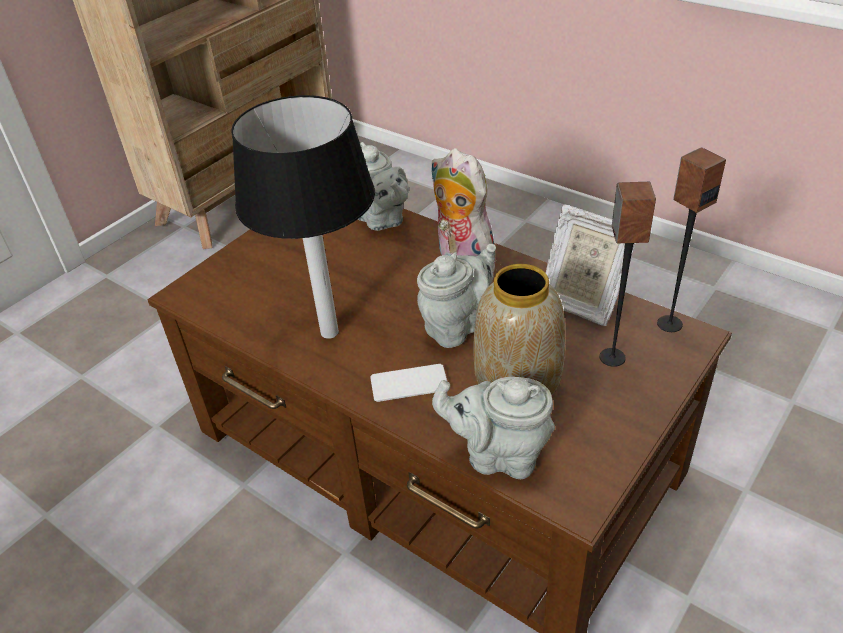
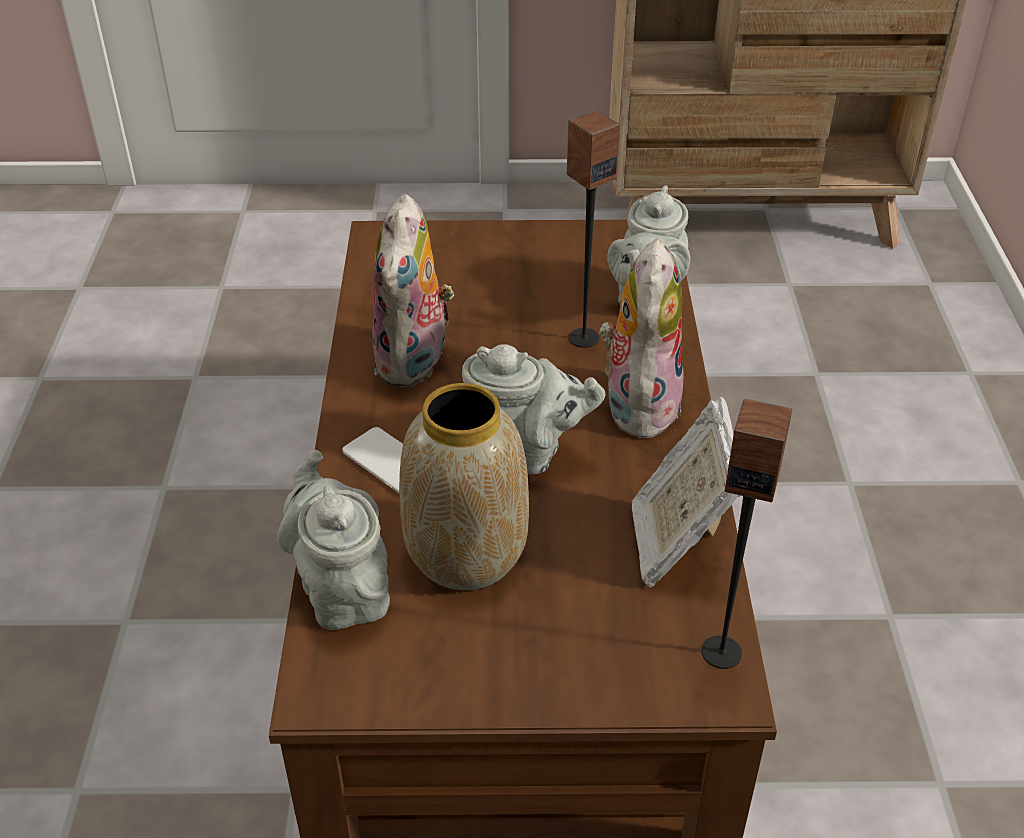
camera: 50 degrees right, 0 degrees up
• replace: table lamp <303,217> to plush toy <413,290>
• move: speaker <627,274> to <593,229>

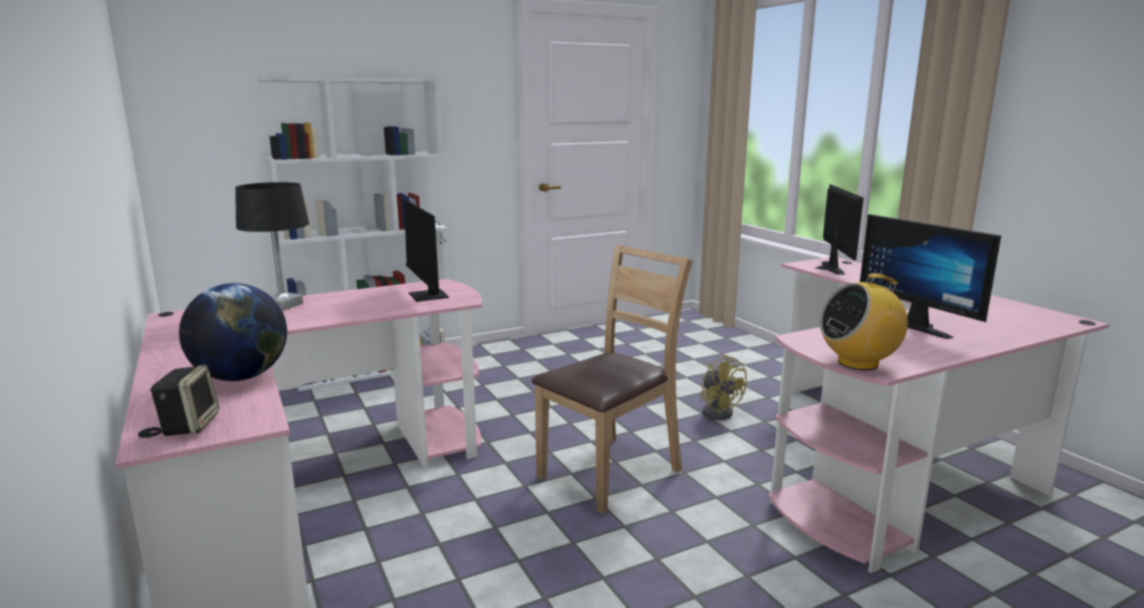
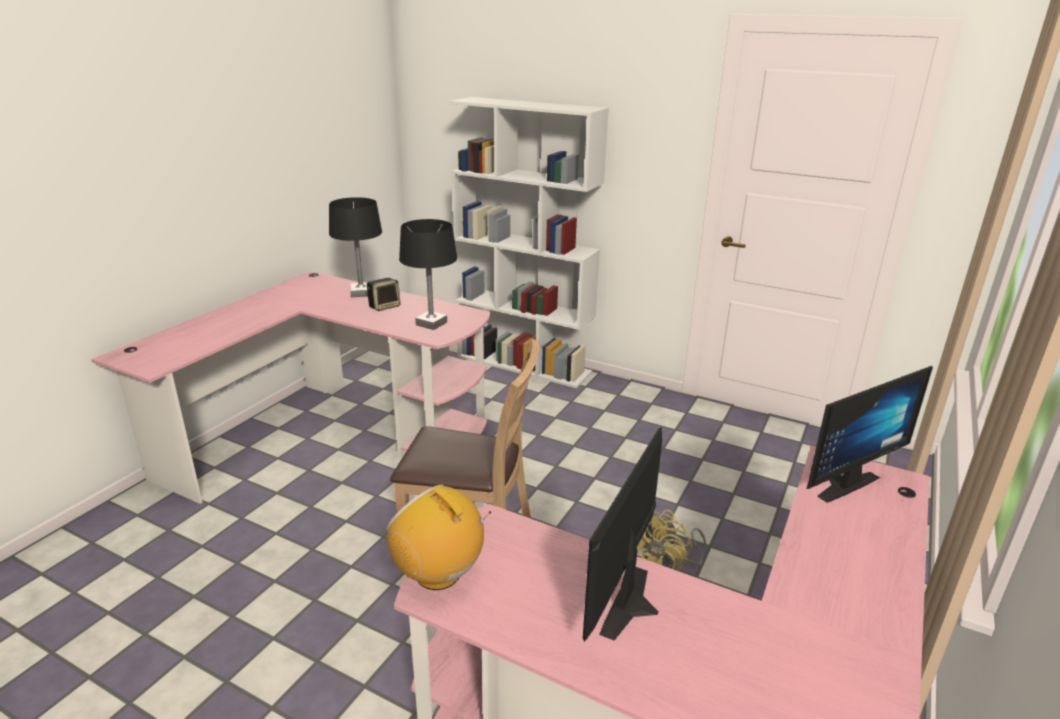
camera: 55 degrees right, 10 degrees up
• move: speaker <184,400> to <383,294>
• delete: globe <233,332>
• replace: monitor <426,250> to black table lamp <428,274>

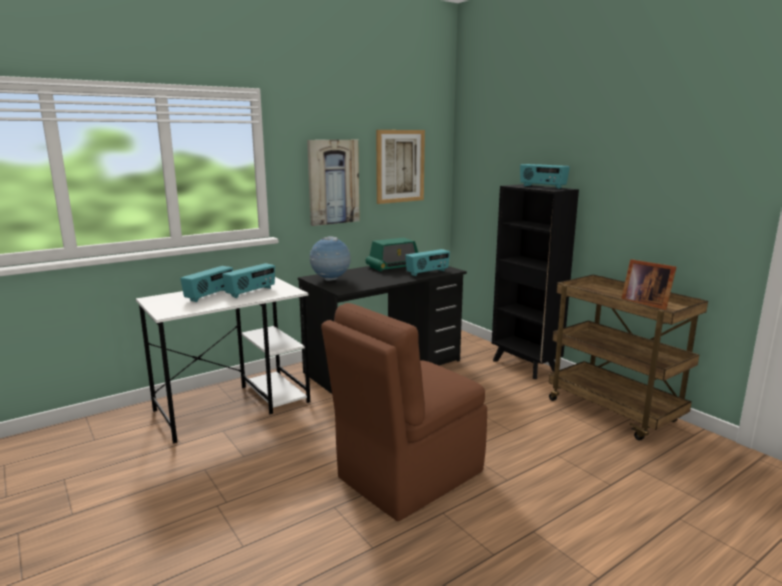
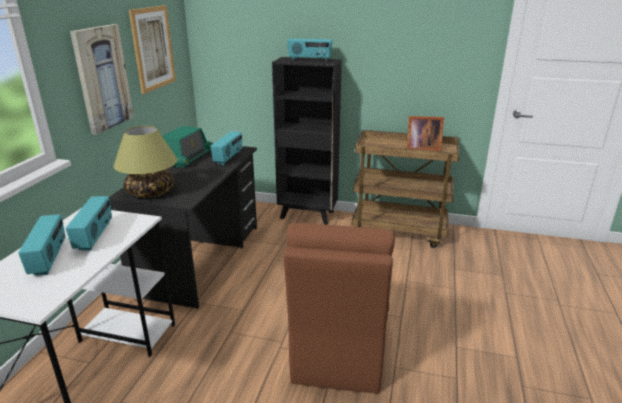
camera: 40 degrees left, 10 degrees up
• replace: globe <330,258> to table lamp <145,162>

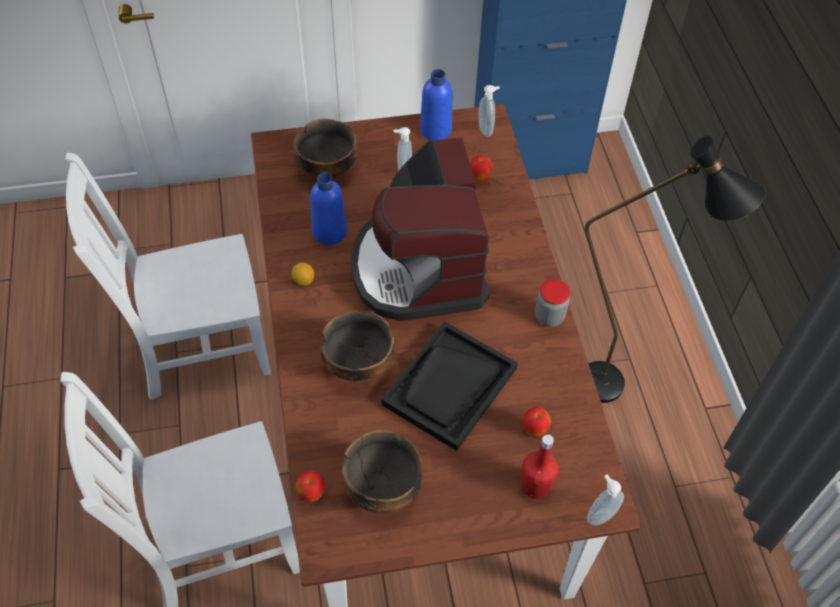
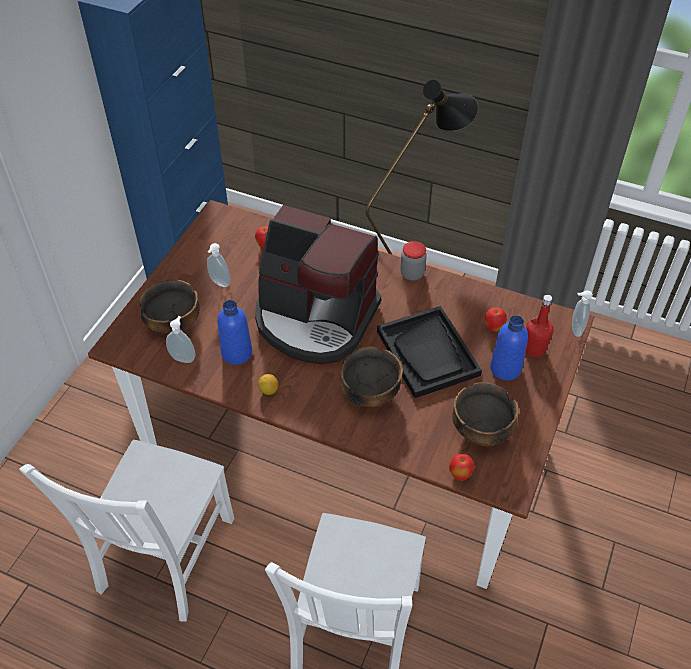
camera: 55 degrees left, 5 degrees down
• move: blue bottle <436,105> to <509,347>
• move: soap dispenser <489,111> to <181,339>

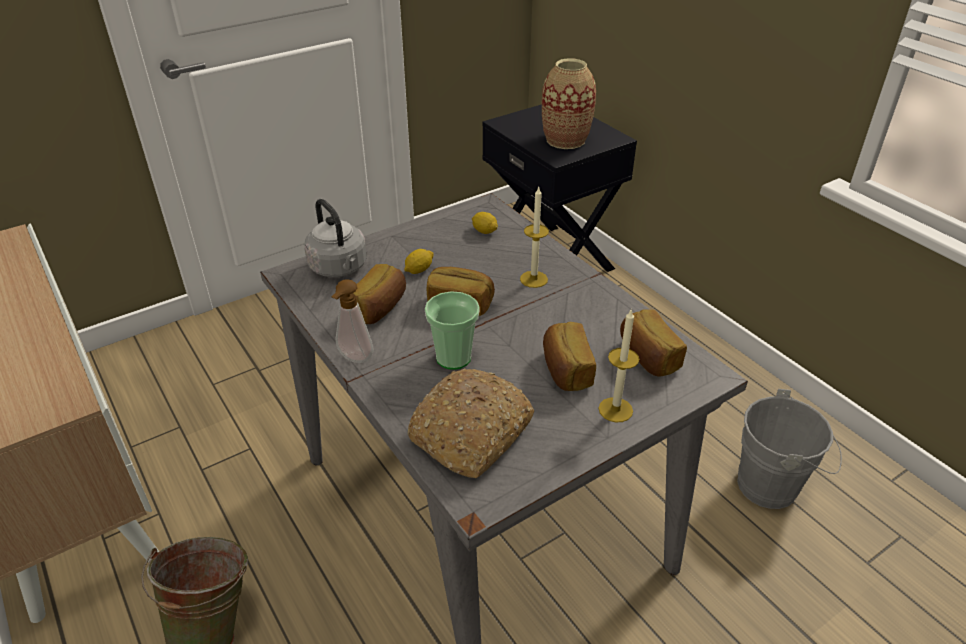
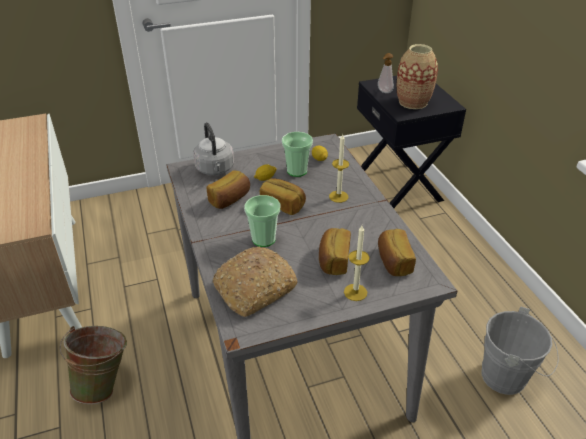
camera: 15 degrees right, 0 degrees up
• move: soap dispenser <352,321> to <386,73>
• insert: cup <297,154>

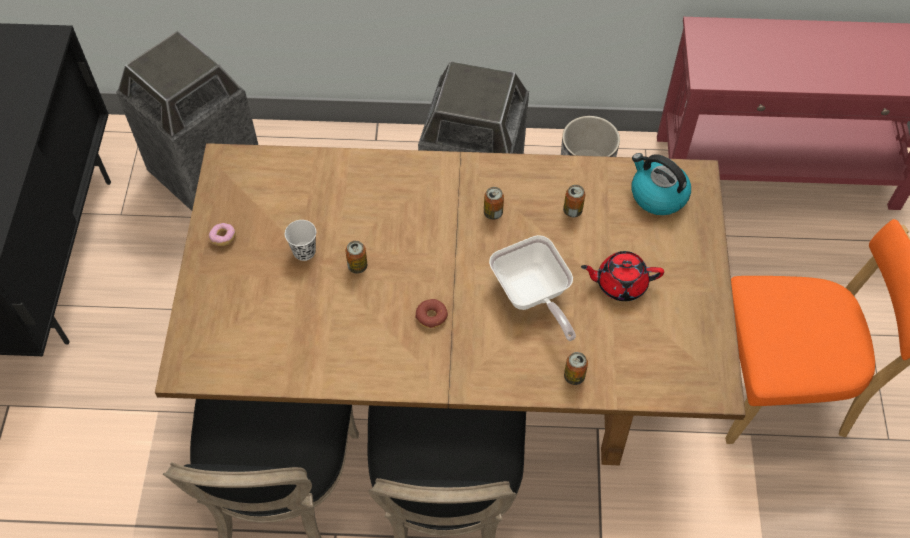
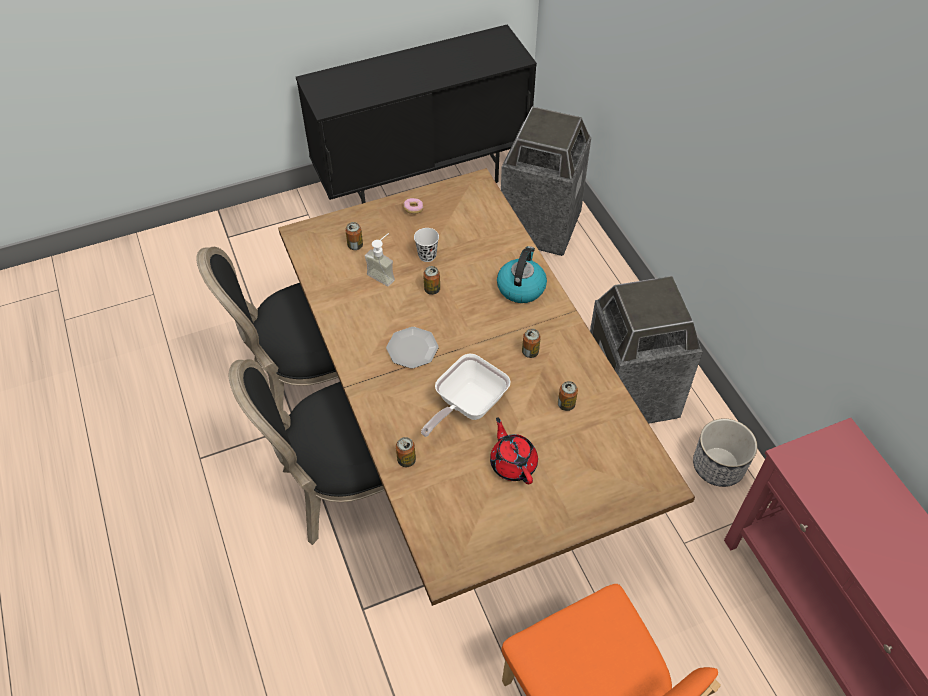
camera: 65 degrees right, 5 degrees down
• replace: donut <431,313> to plate <412,348>
• move: kettle <661,184> to <522,274>
• insert: can <354,236>
• insert: soap dispenser <380,259>

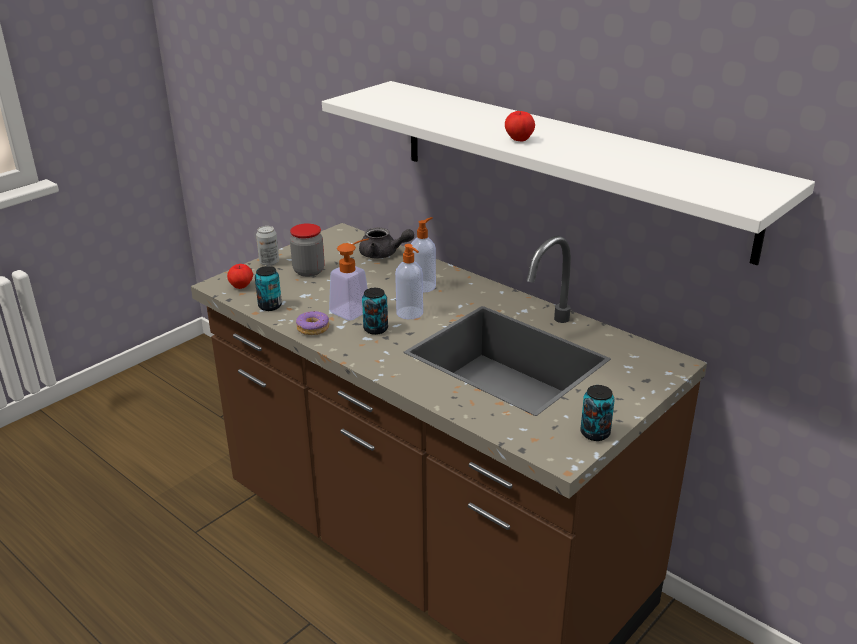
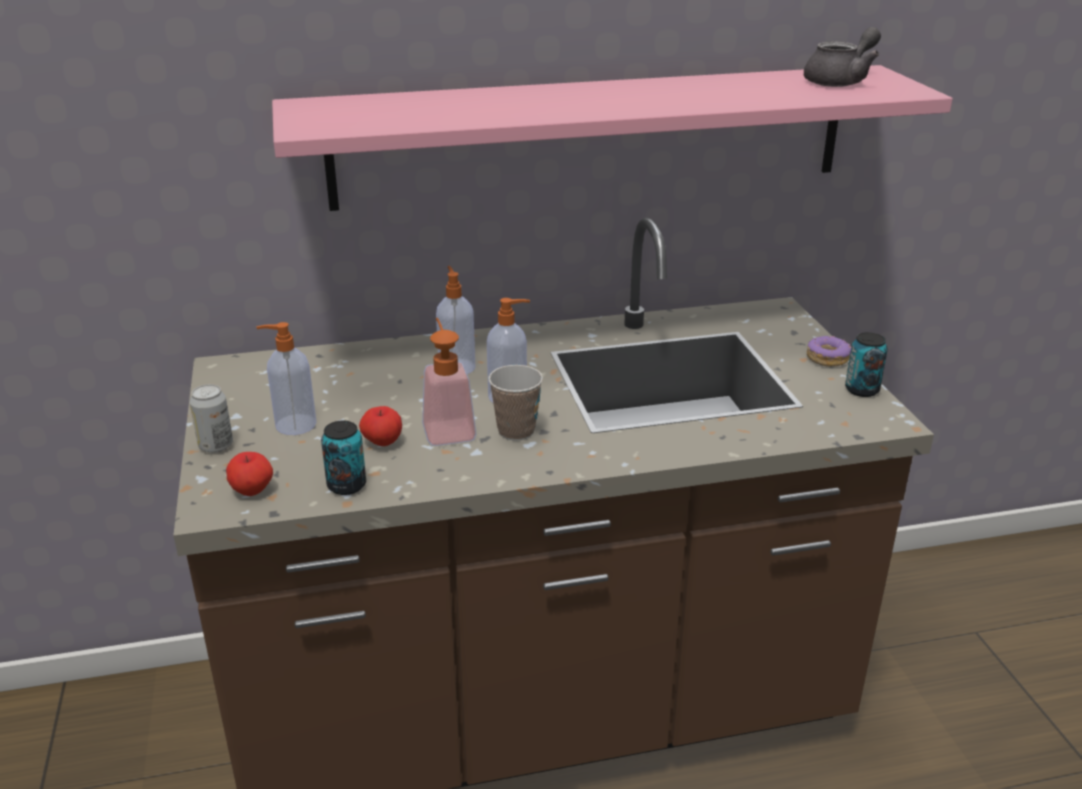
camera: 55 degrees left, 0 degrees up
• replace: jar <307,250> to soap dispenser <286,378>
• move: donut <312,323> to <829,351>
• recolor: white shelf <568,173> to pink shelf <612,138>
• move: grey teapot <386,243> to <842,57>
• replace: can <375,311> to cup <515,402>
• move: apple <520,126> to <380,426>

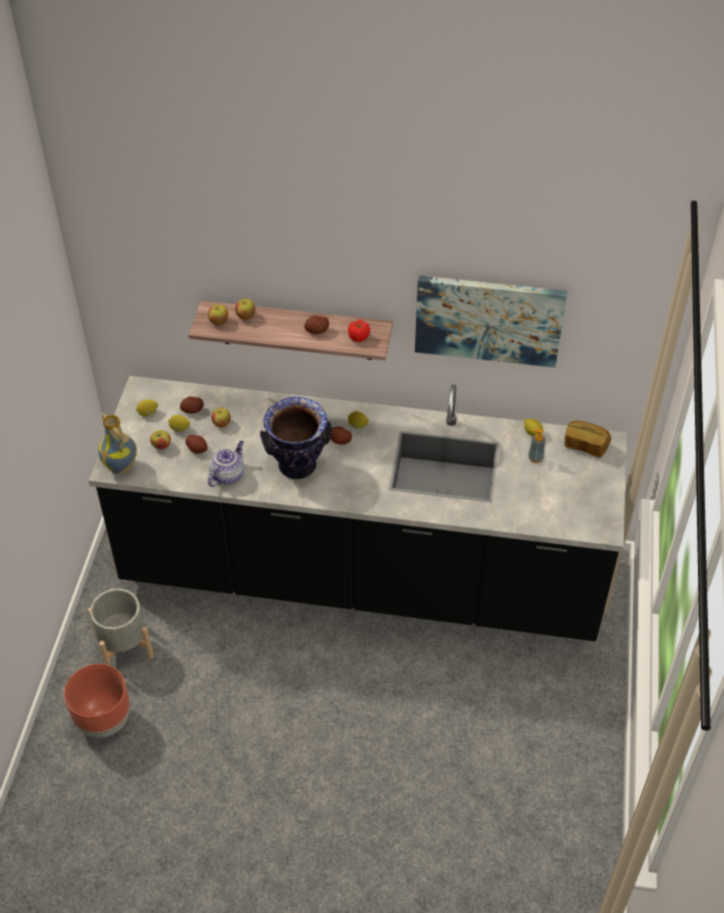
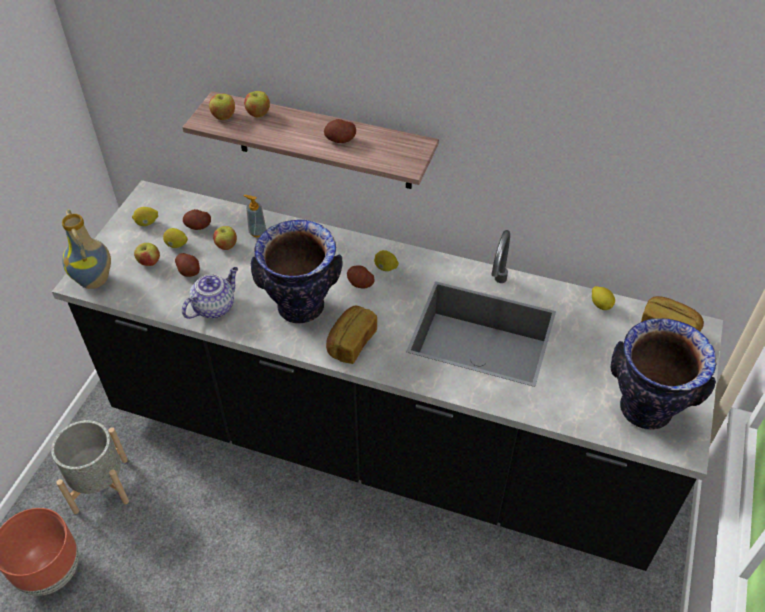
camera: 10 degrees right, 0 degrees up
• delete: tomato <359,331>
• delete: picture <491,321>
• move: soap dispenser <536,446> to <255,216>
• insert: bread <351,335>
• insert: vase <664,374>

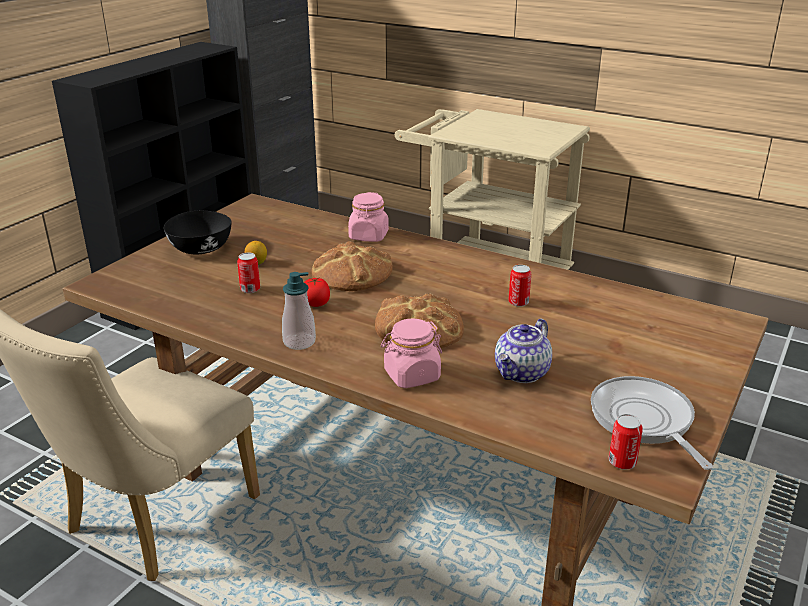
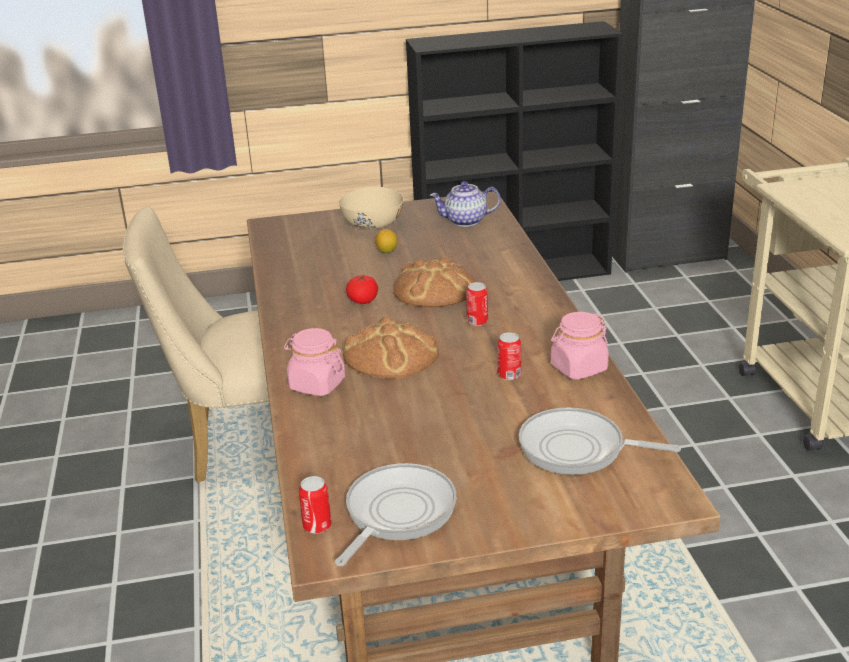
camera: 50 degrees right, 0 degrees up
• recolor: black bowl <198,232> to beige bowl <371,208>
• move: can <248,272> to <477,304>
• delete: soap dispenser <299,311>
• move: pink jar <368,217> to <580,346>
• move: teapot <523,351> to <465,204>
• insert: frying pan <600,441>

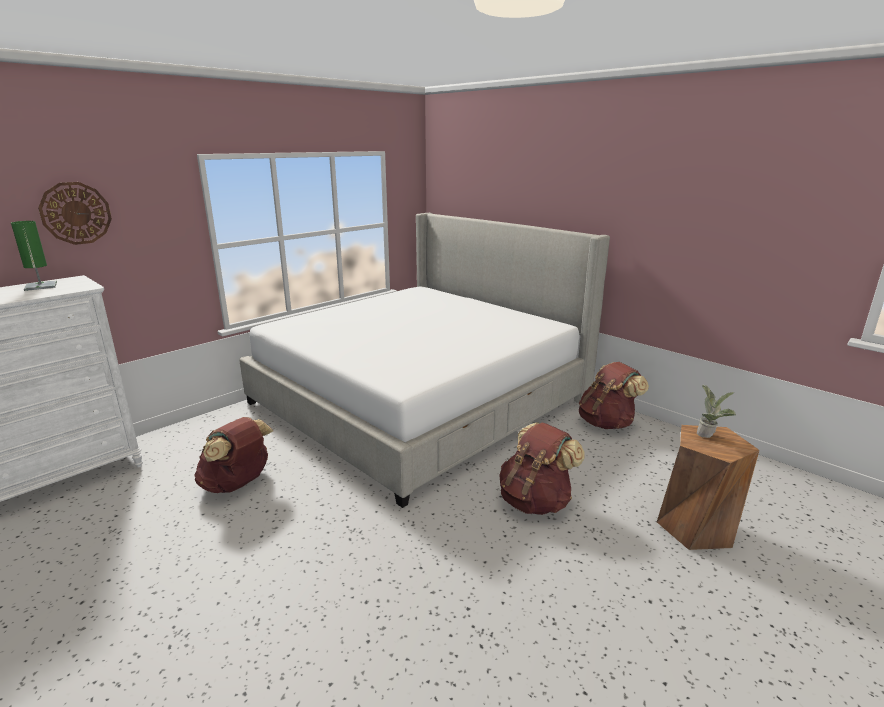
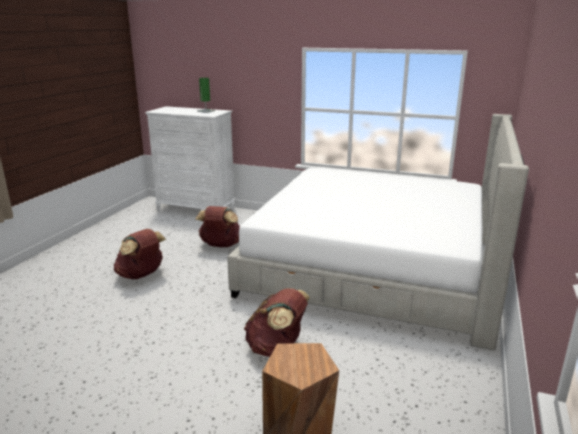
camera: 65 degrees right, 0 degrees up
• delete: wall clock <75,213>
• move: brown backpack <614,395> to <140,254>
• delete: potted plant <716,411>

